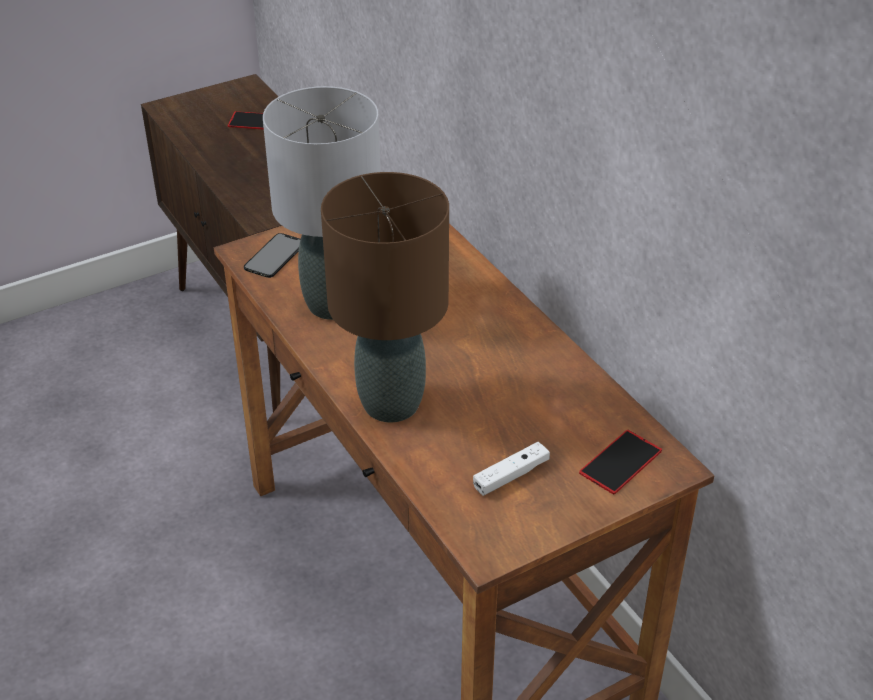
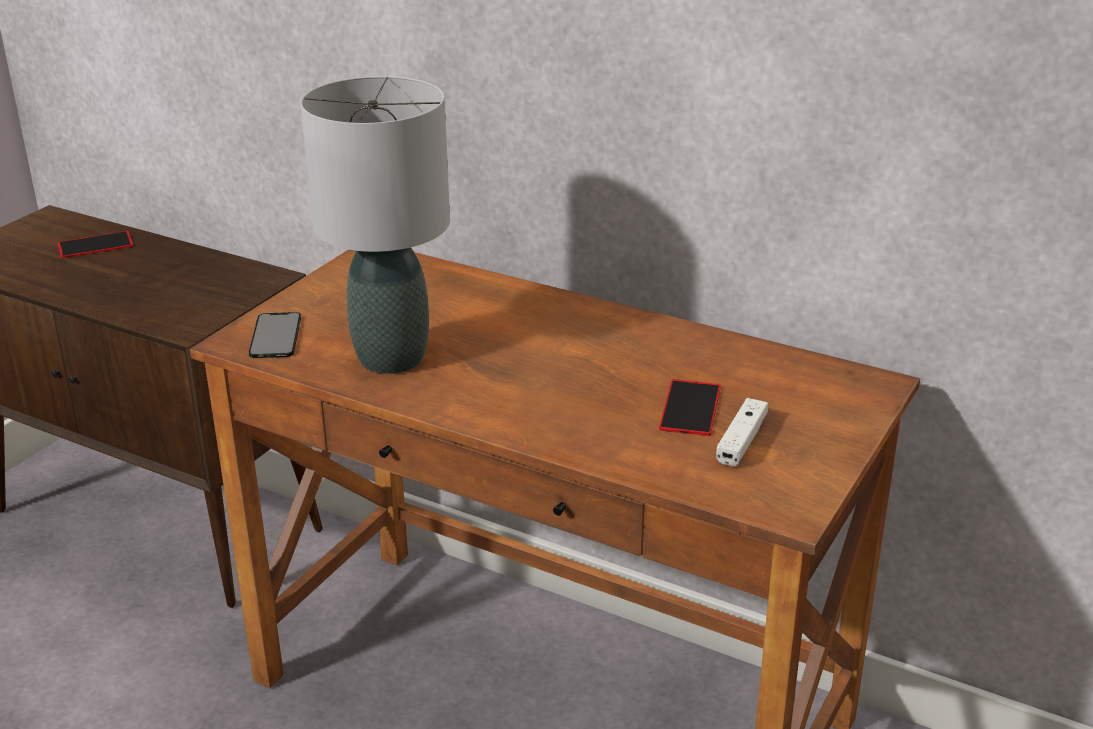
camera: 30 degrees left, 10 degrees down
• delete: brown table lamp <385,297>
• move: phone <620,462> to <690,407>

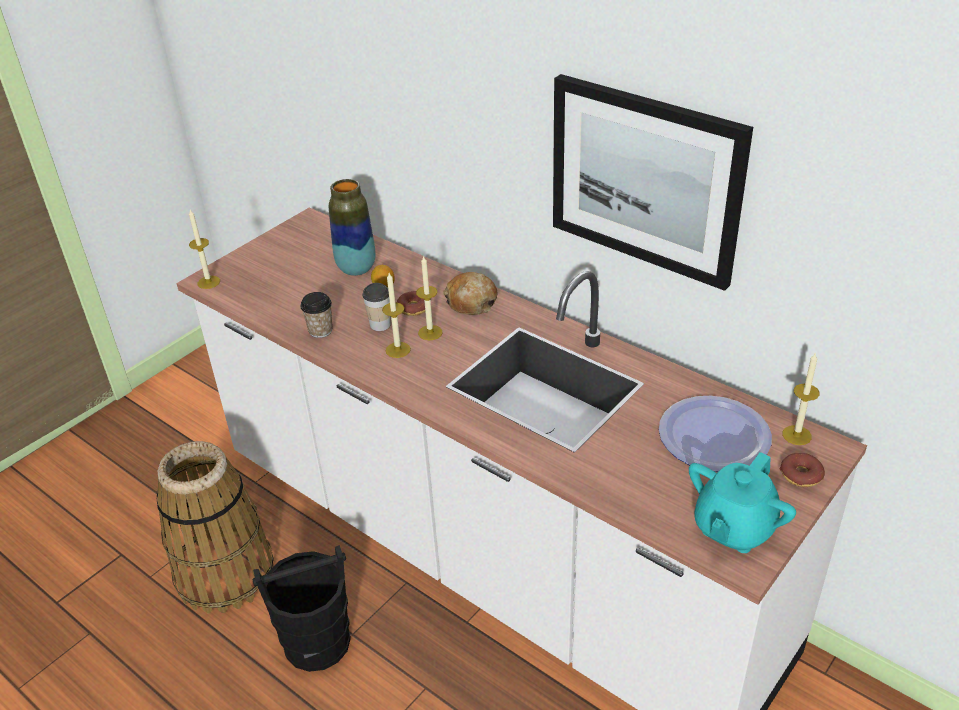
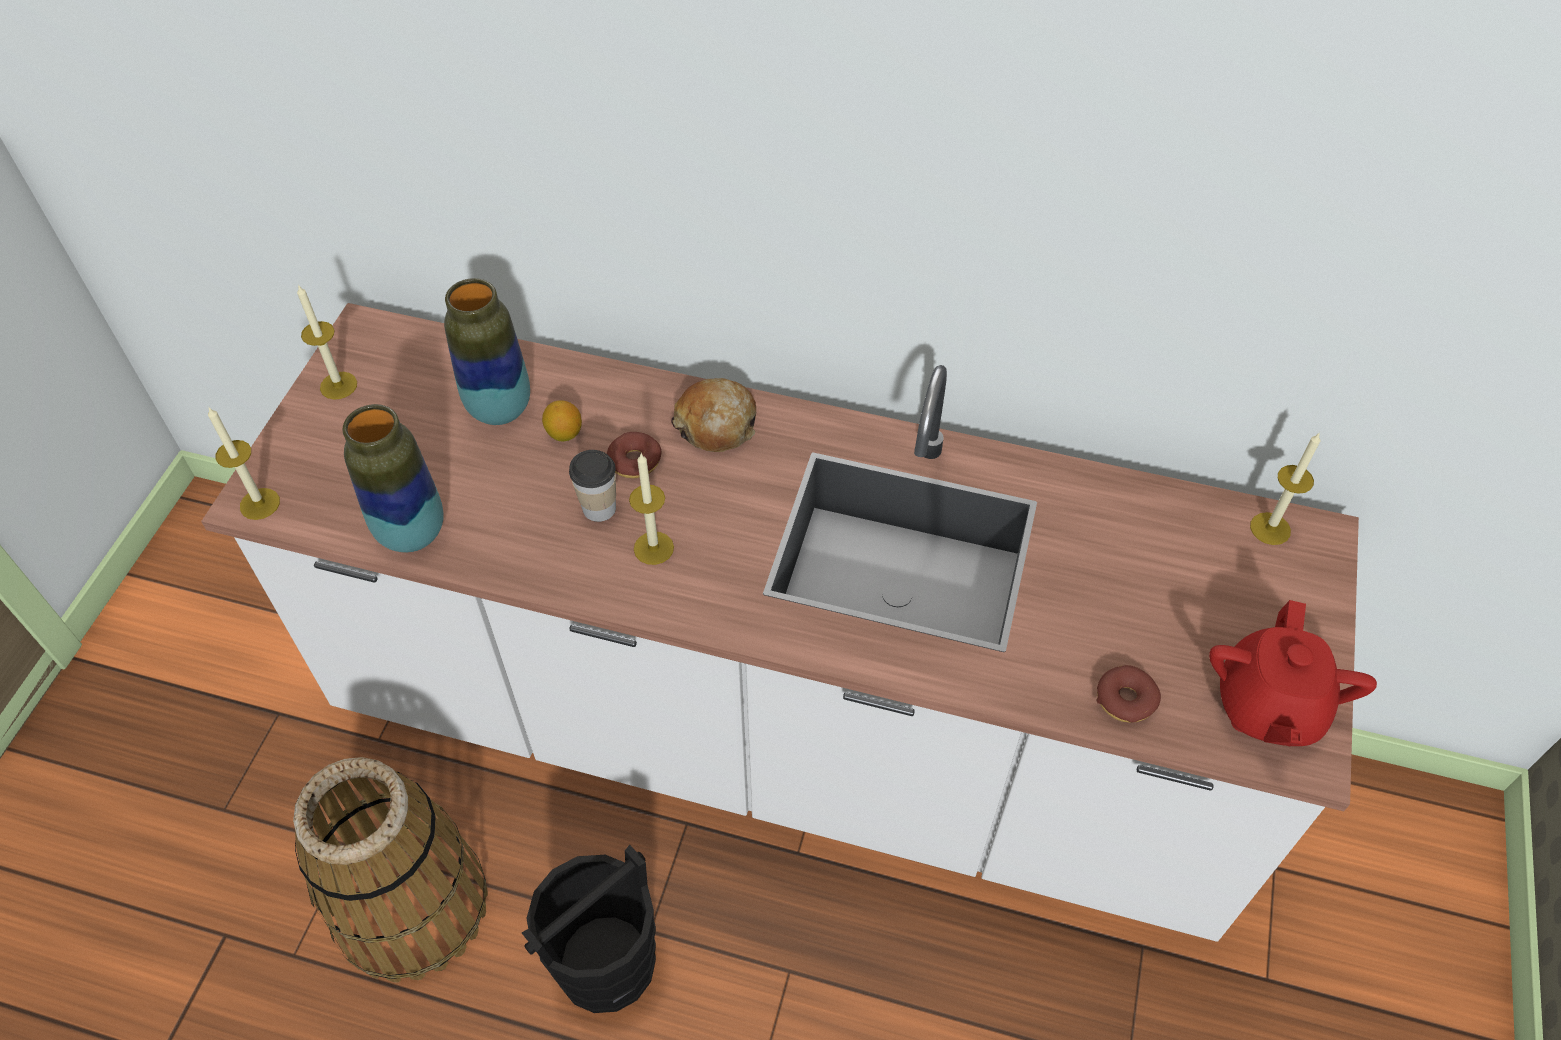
camera: 25 degrees left, 15 degrees up
• delete: cup <316,315>
• move: candle <429,297> to <327,342>
• delete: picture <653,182>
• delete: plate <715,434>
• recolor: turquoise teapot <742,502> to red teapot <1293,673>
• move: donut <802,470> to <1129,694>
• insert: vase <393,478>

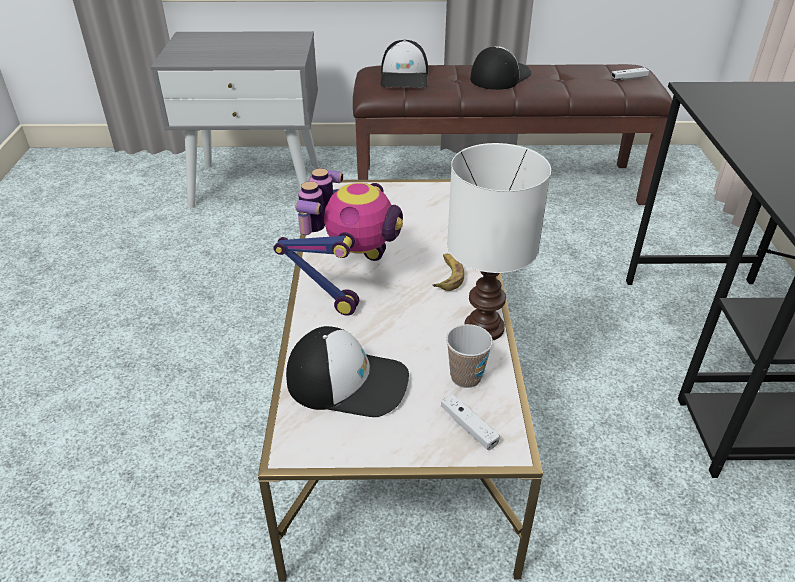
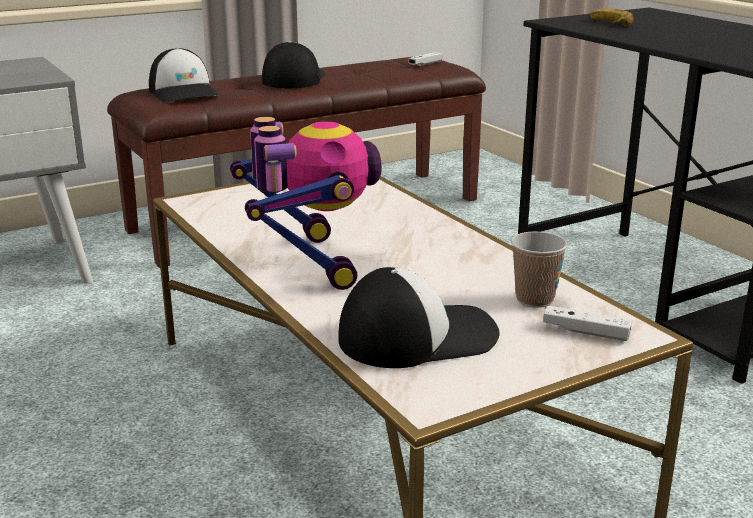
camera: 30 degrees left, 15 degrees down
• move: banana <448,272> to <611,17>
• delete: white table lamp <499,241>

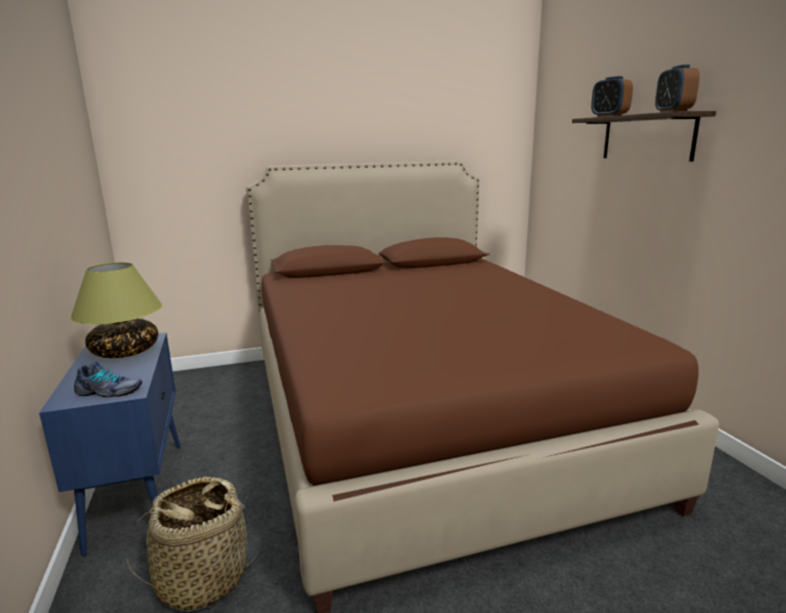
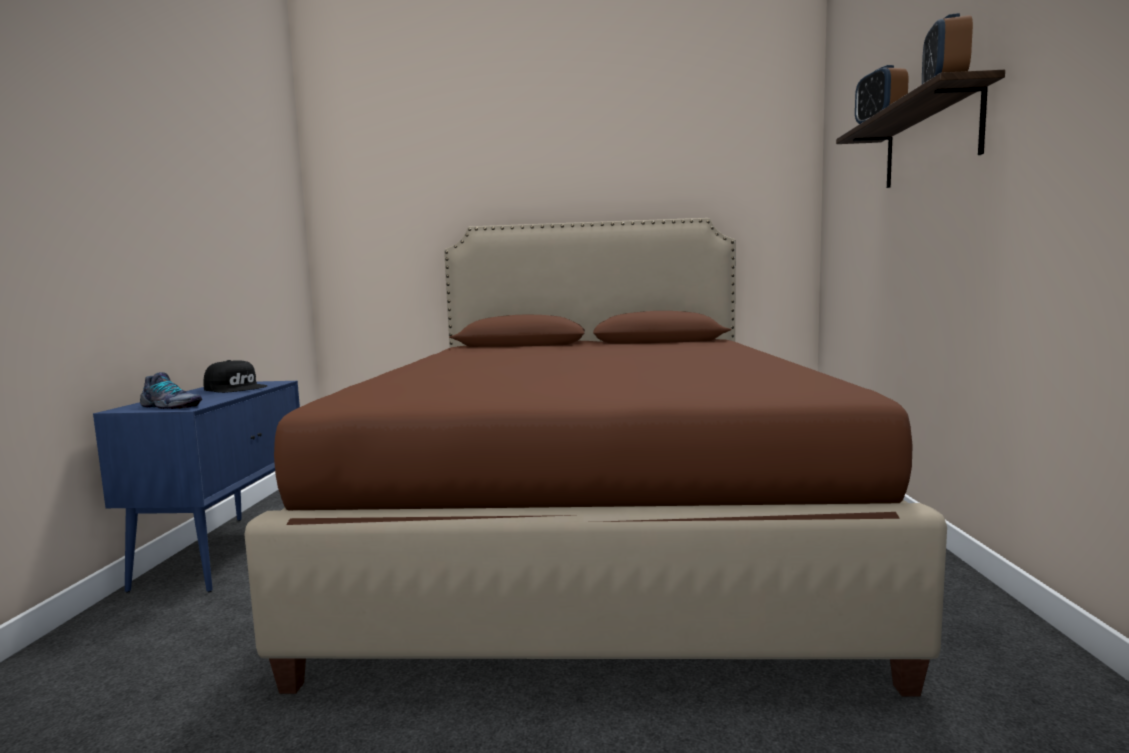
camera: 20 degrees right, 10 degrees down
• replace: table lamp <116,310> to black cap <235,376>
• delete: basket <192,544>

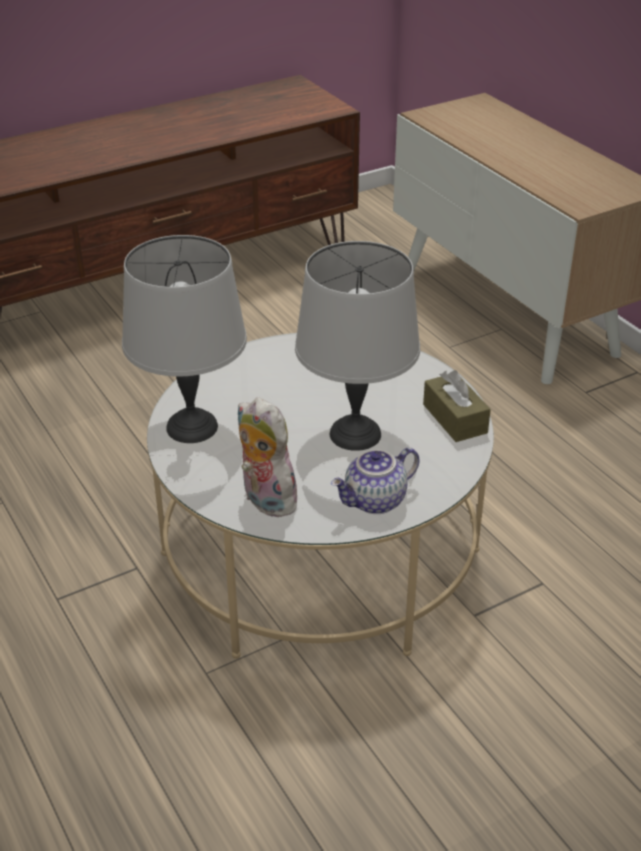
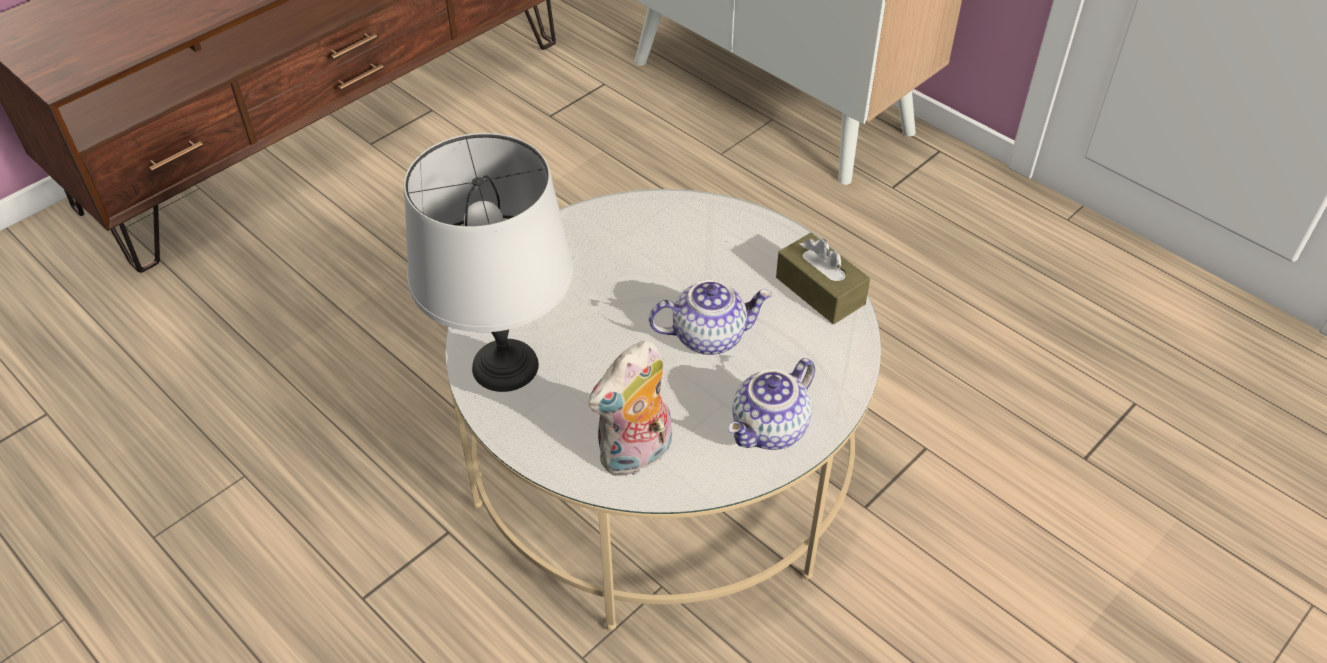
camera: 15 degrees left, 10 degrees up
• rotate: plush toy <269,457> = <630,408> 75 degrees counterclockwise
• replace: grey table lamp <357,346> to teapot <710,317>

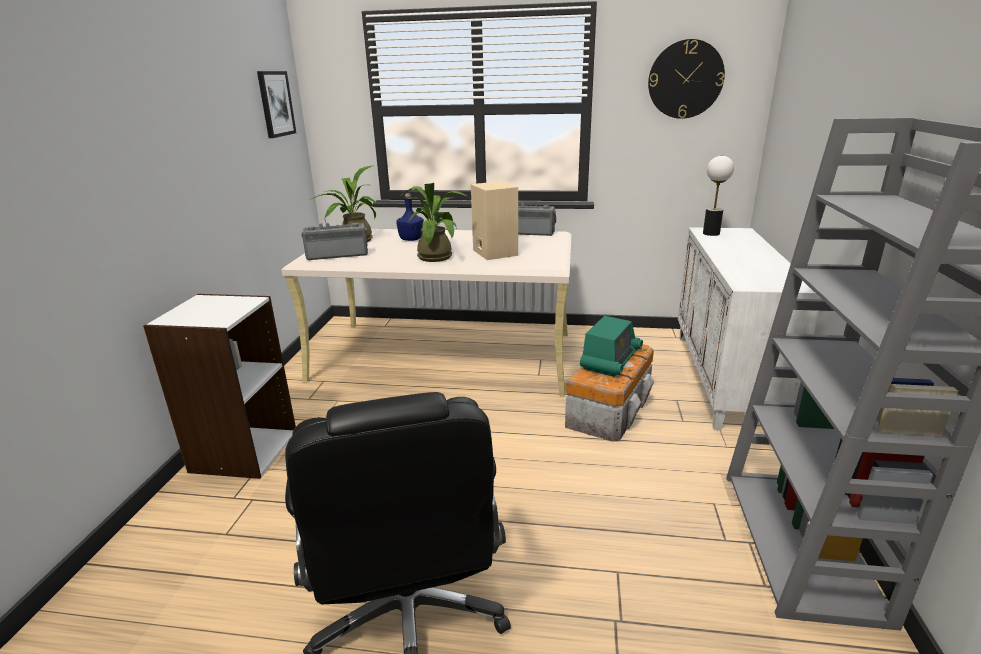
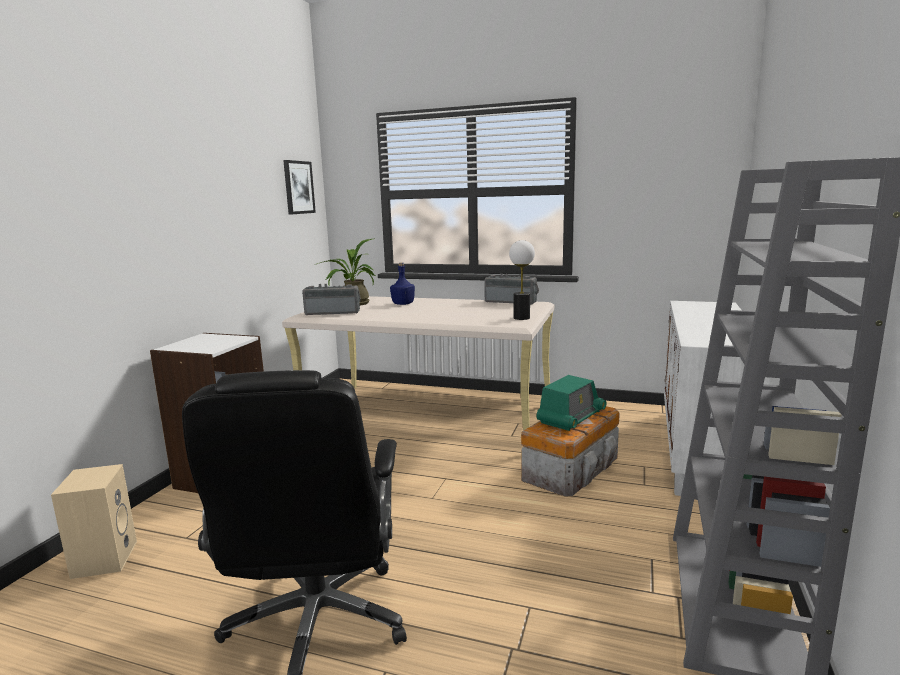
camera: 10 degrees right, 10 degrees down
• delete: potted plant <434,222>
• move: beige speaker <494,220> to <94,521>
• delete: wall clock <686,79>
• move: table lamp <718,196> to <522,280>

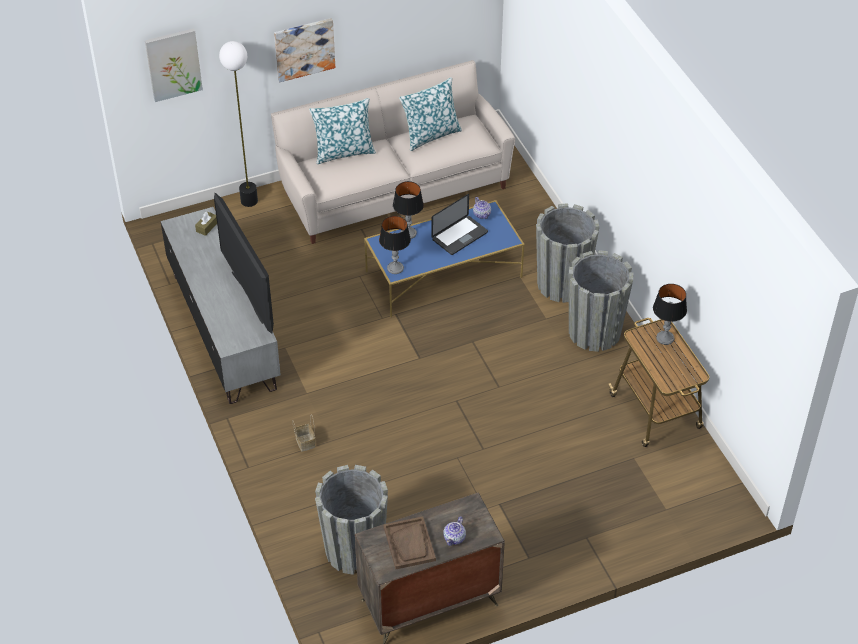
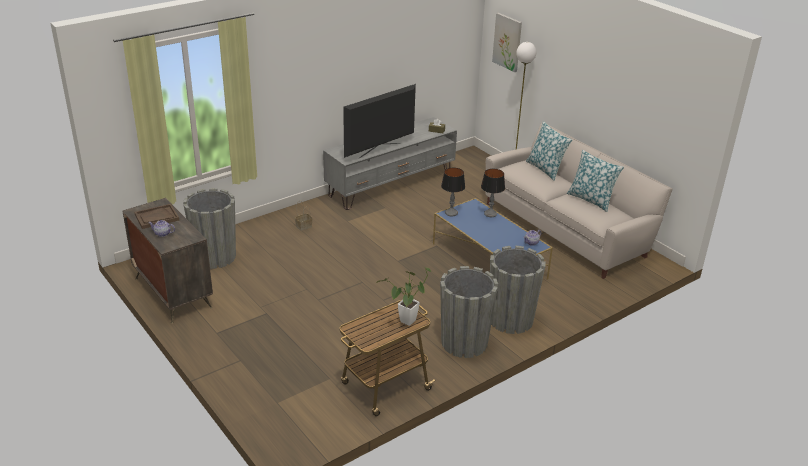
camera: 75 degrees right, 15 degrees down
• delete: picture <304,50>
• delete: laptop <459,224>
• replace: table lamp <670,314> to potted plant <403,297>

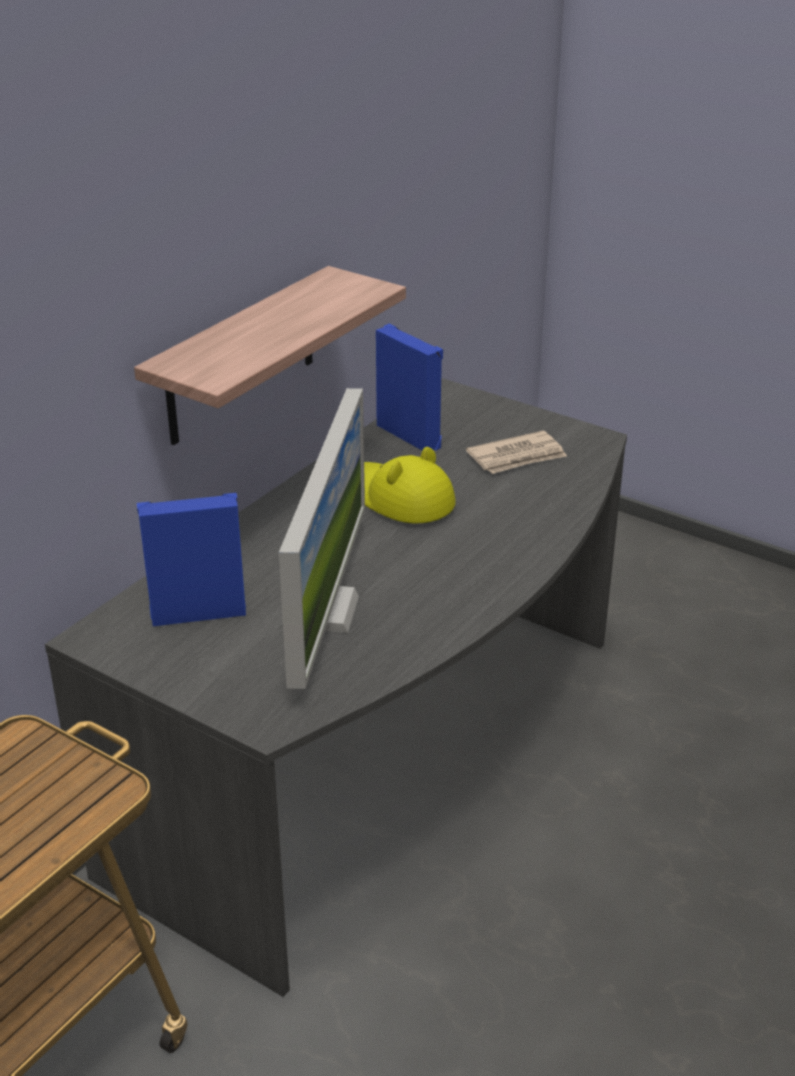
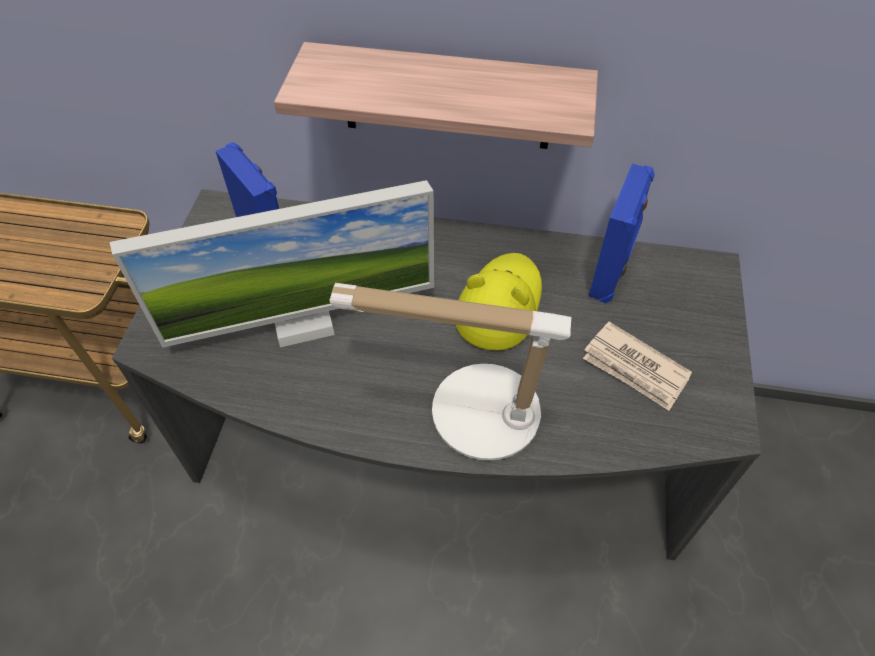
camera: 65 degrees right, 20 degrees up
• insert: table lamp <450,372>

